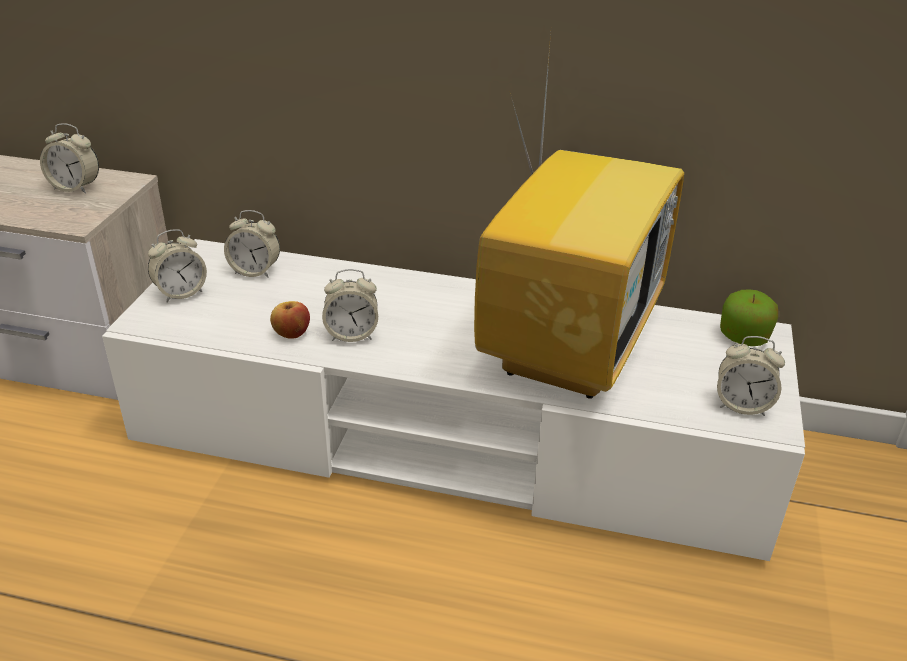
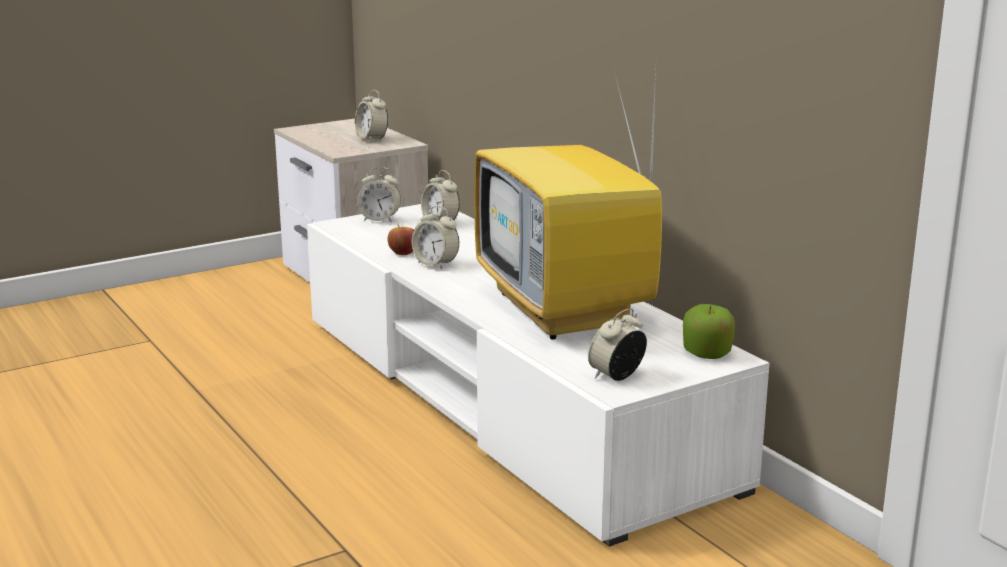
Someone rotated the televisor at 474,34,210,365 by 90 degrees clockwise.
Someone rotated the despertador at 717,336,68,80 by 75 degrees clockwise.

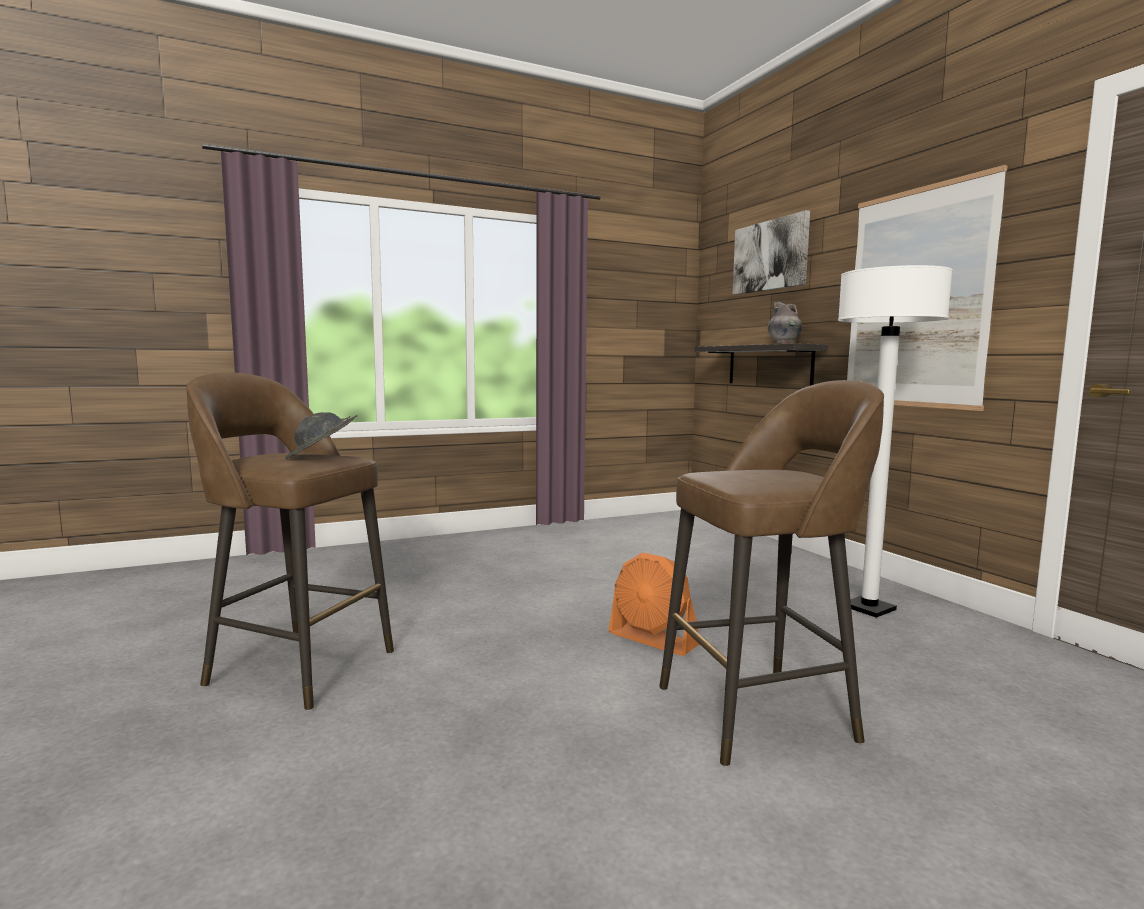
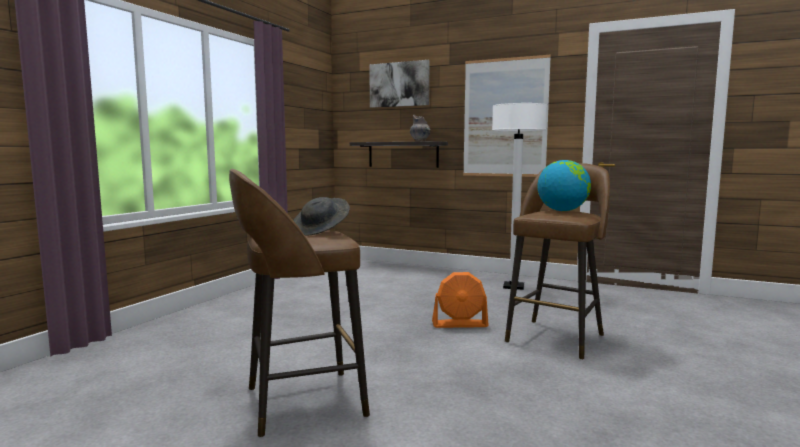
Someone put down the globo terráqueo at 537,160,54,51.

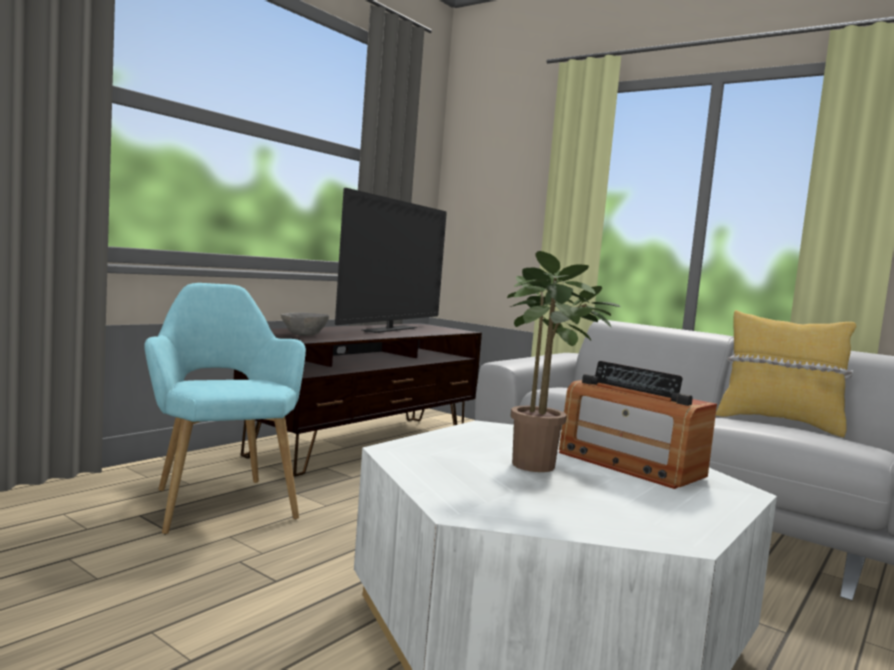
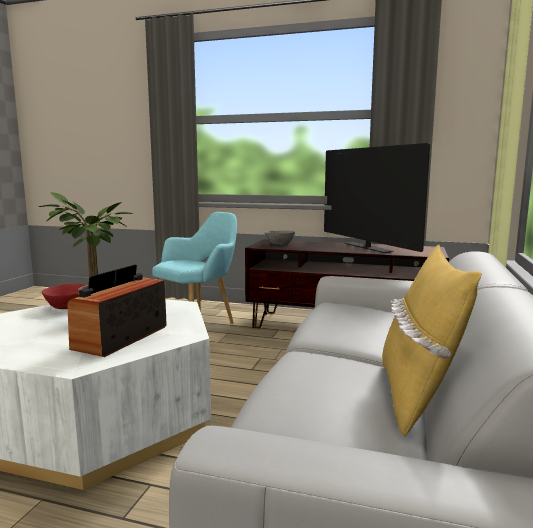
Someone put down the cuenco [rojo] at 42,284,44,25.
Someone rotated the televisor at 335,188,112,145 by 60 degrees clockwise.

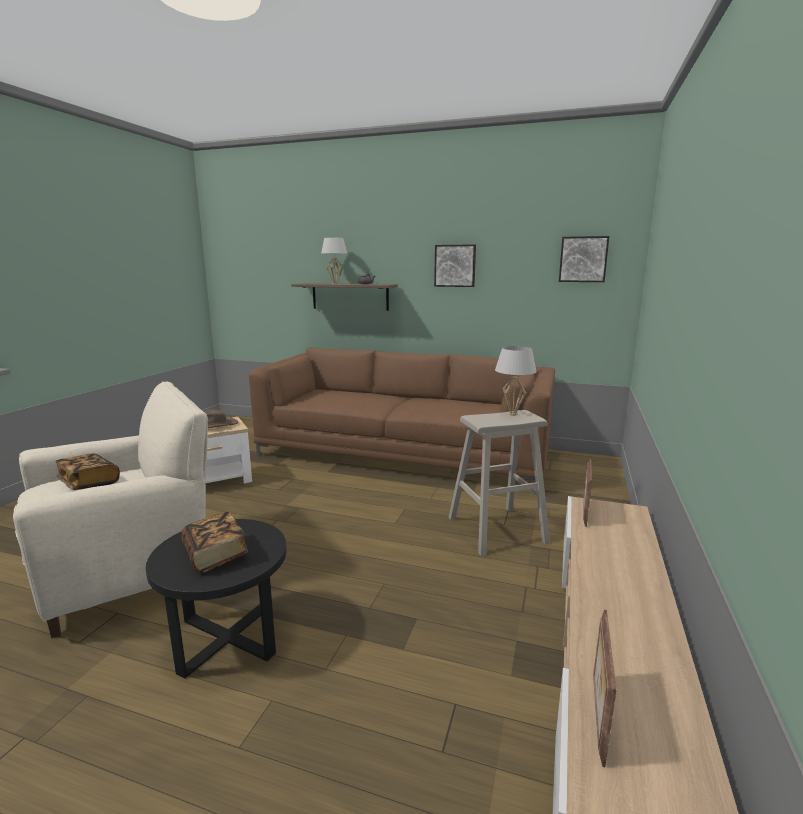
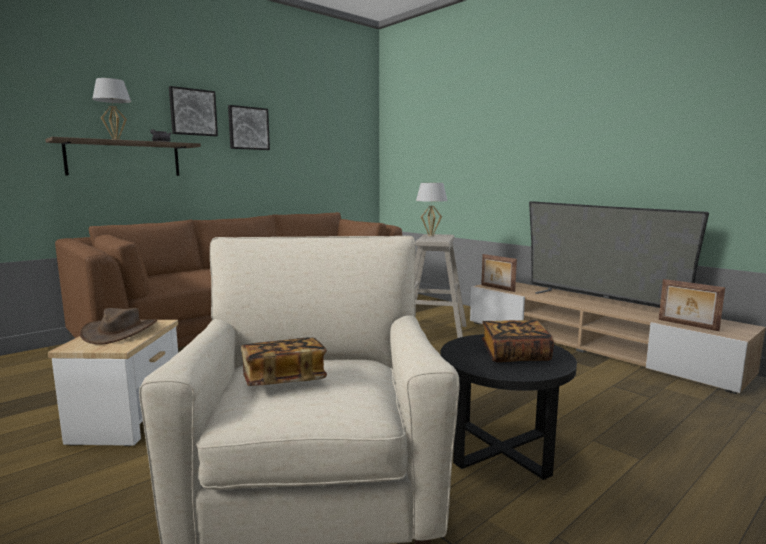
Someone put down the televisor at 529,201,180,107.
Someone carried the cuadro from 559,236,50,46 to 169,86,49,50.

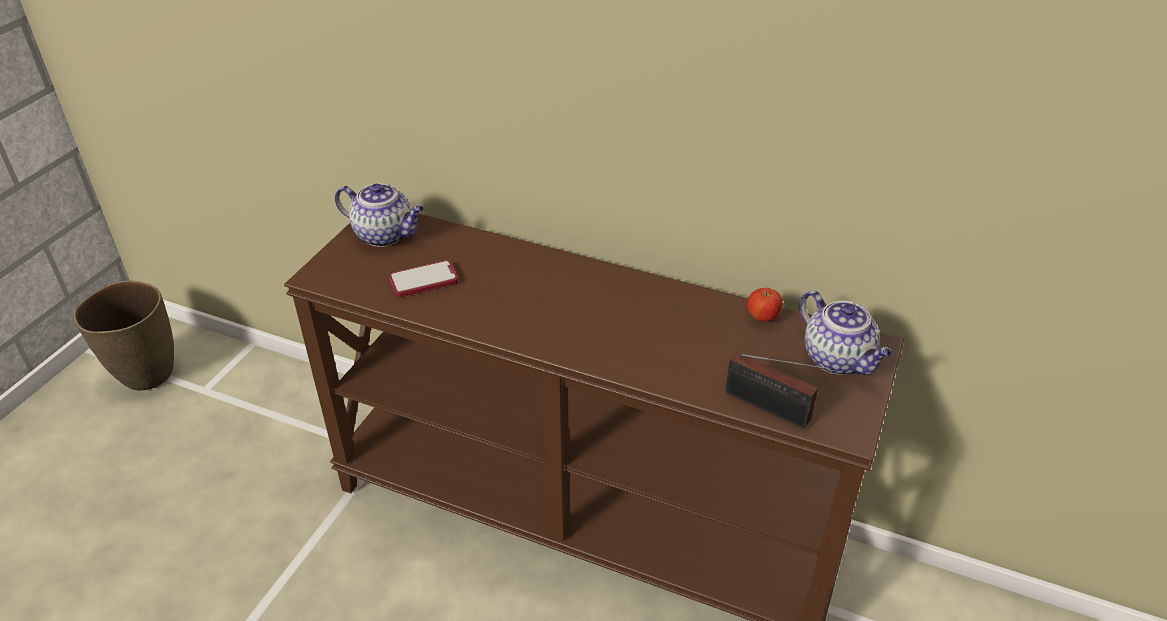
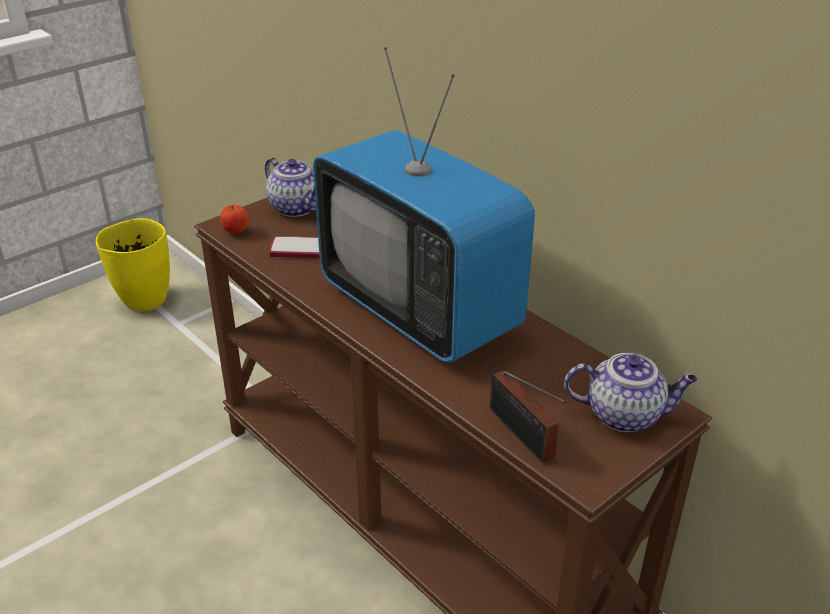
Someone put down the televisor at 313,47,222,316.
Someone carried the manzana from 747,288,35,34 to 220,205,30,29.
Someone repainted the florero [marrón] at 74,281,100,110, which became the florero [amarillo] at 96,218,74,93.
Someone rotated the tetera at 800,290,93,85 by 75 degrees counterclockwise.

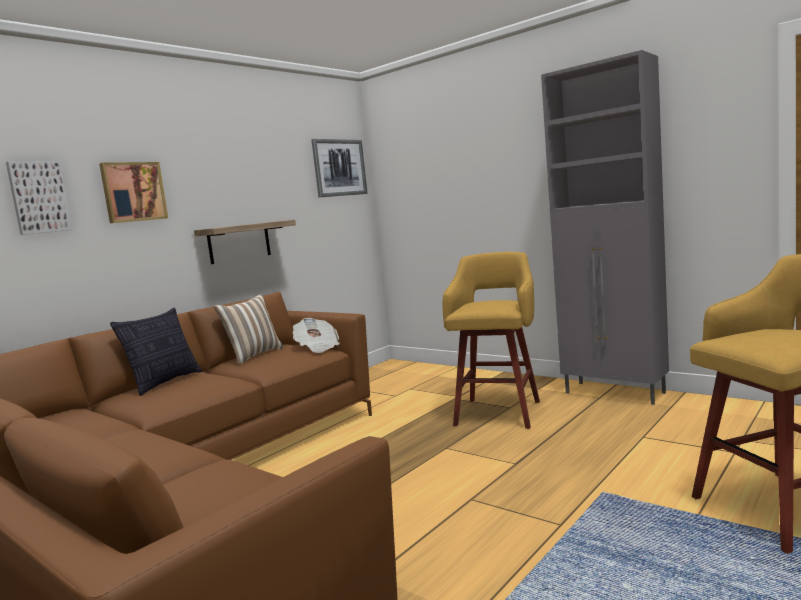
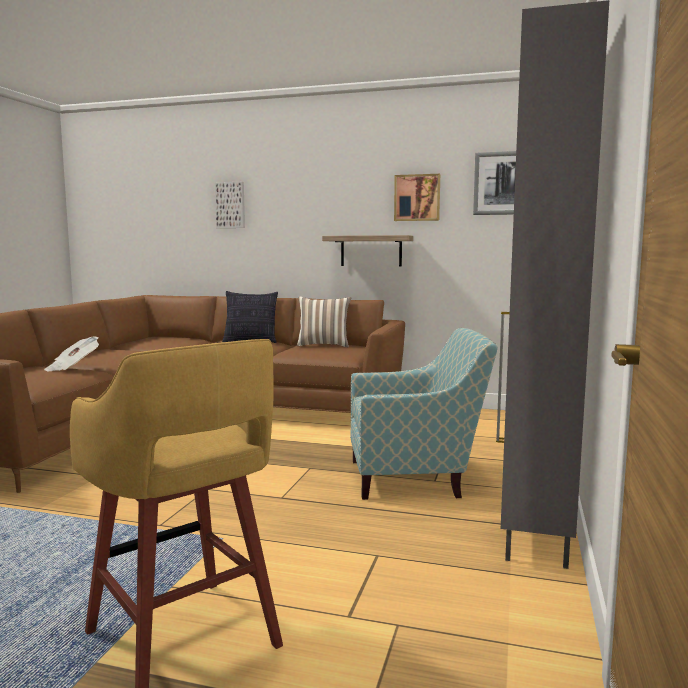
Someone carried the cuadro from 99,162,69,61 to 394,174,46,47.
Someone carried the periódico from 293,318,47,35 to 44,336,55,35.
Someone swapped the taburete [amarillo] at 442,252,98,177 for the sillón at 350,328,148,172.

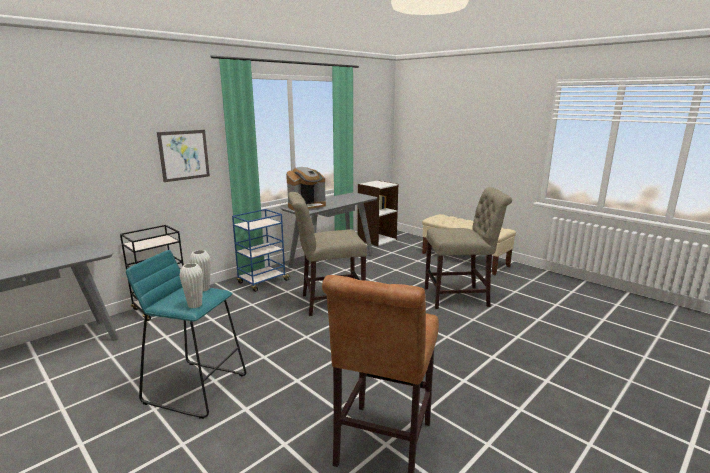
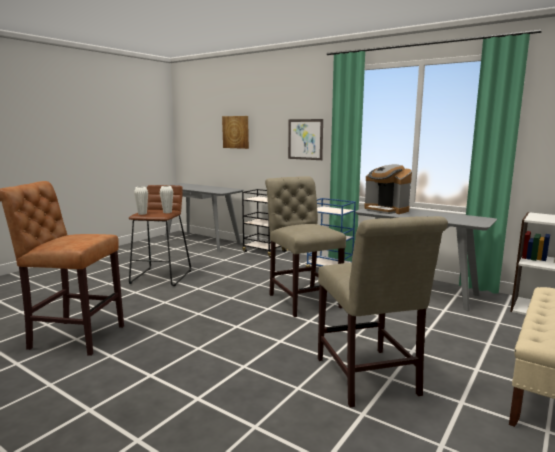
Someone put up the cuadro at 222,116,27,33.
Someone repainted the taburete [turquesa] at 126,250,120,169, which became the taburete [marrón] at 129,185,62,101.

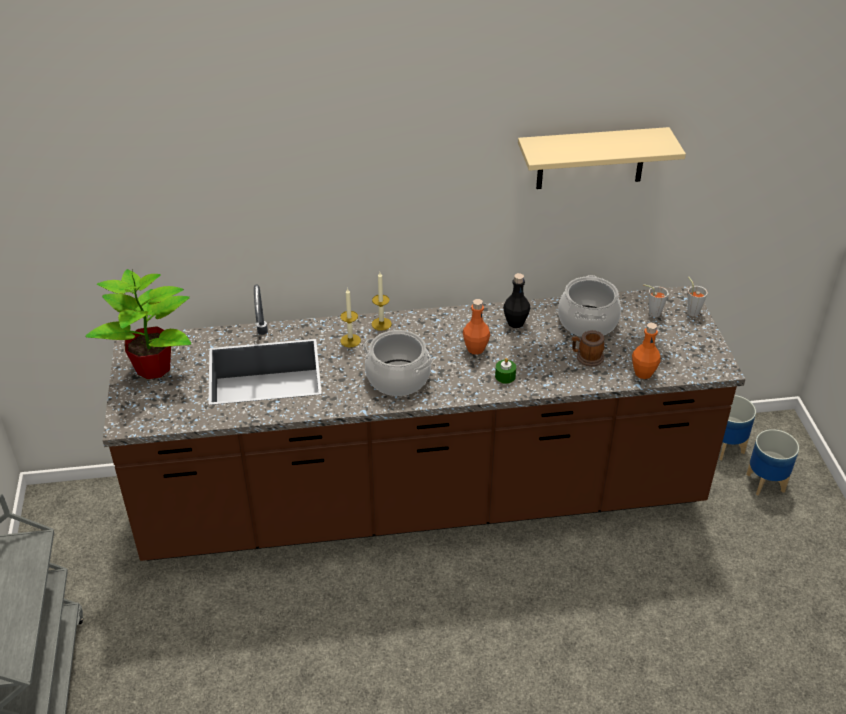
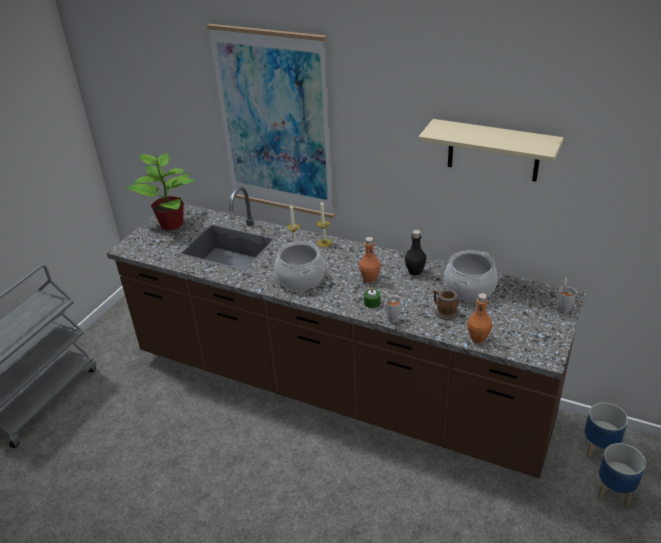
Someone put up the cuadro at 207,24,128,194.
Someone carried the taza [gris] from 643,284,25,33 to 382,290,20,33.

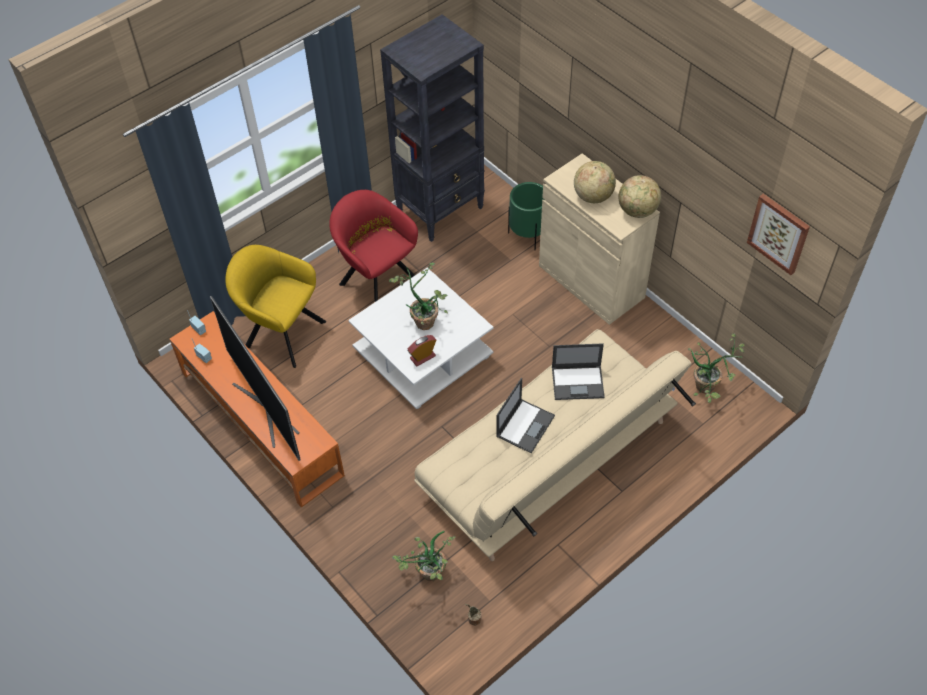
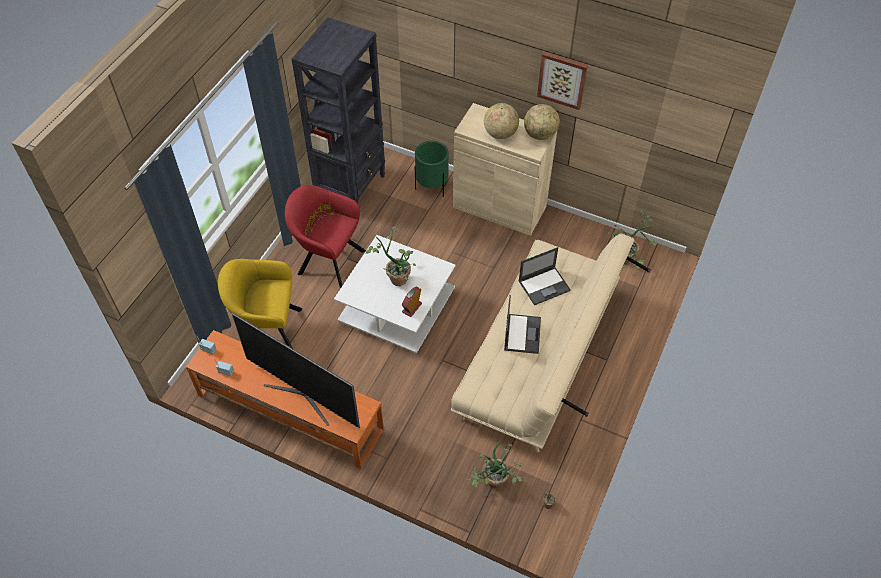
Someone carried the cuadro from 747,194,63,81 to 537,52,51,58.

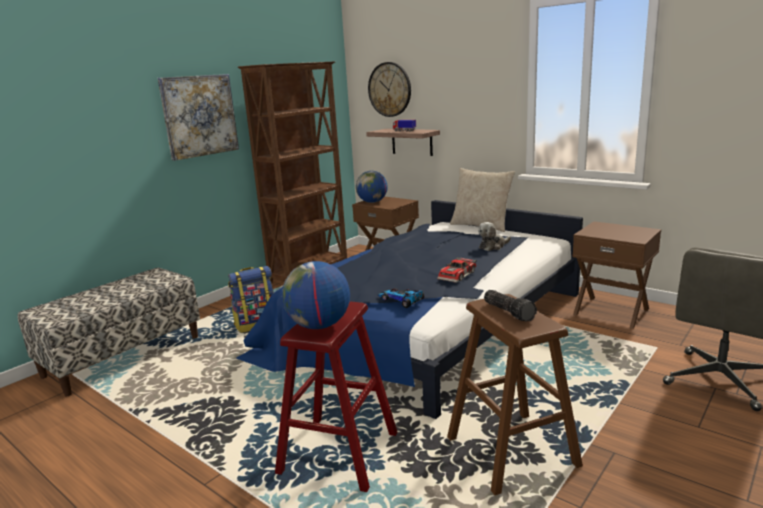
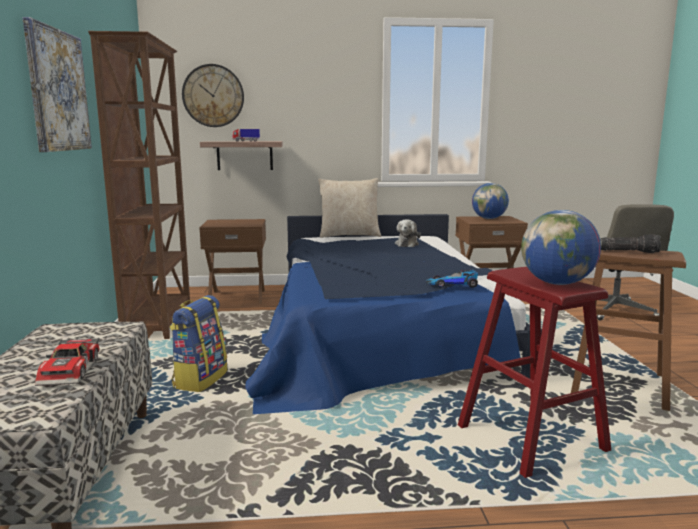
Someone carried the globo terráqueo from 356,171,32,32 to 472,183,37,36.
Someone carried the coche de juguete from 437,257,40,26 to 35,337,65,49.

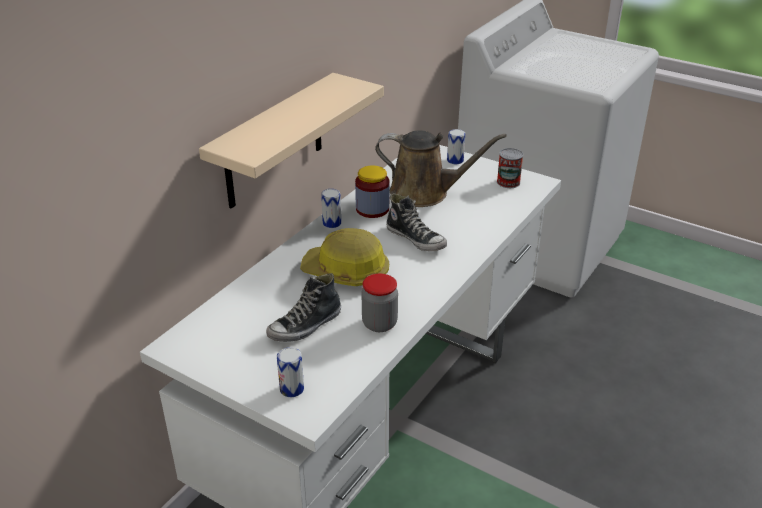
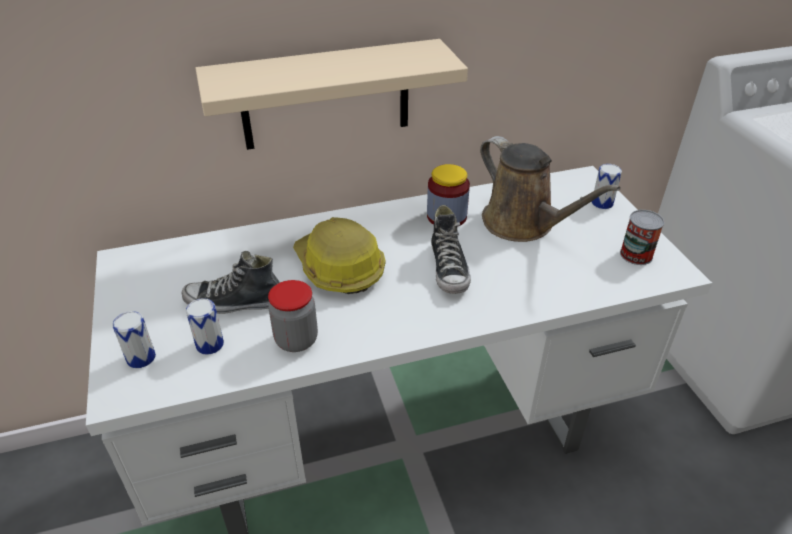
Someone carried the lata from 321,189,20,39 to 186,298,38,57.

